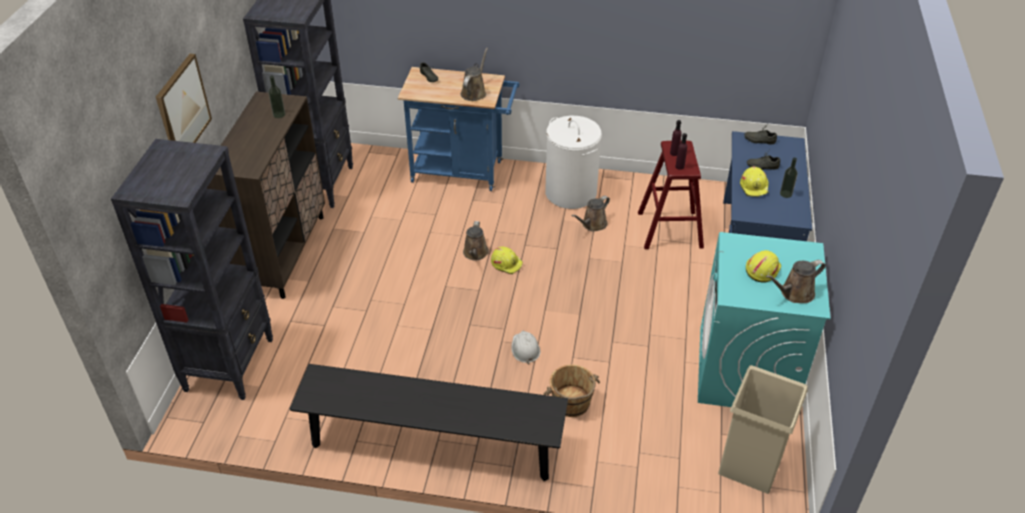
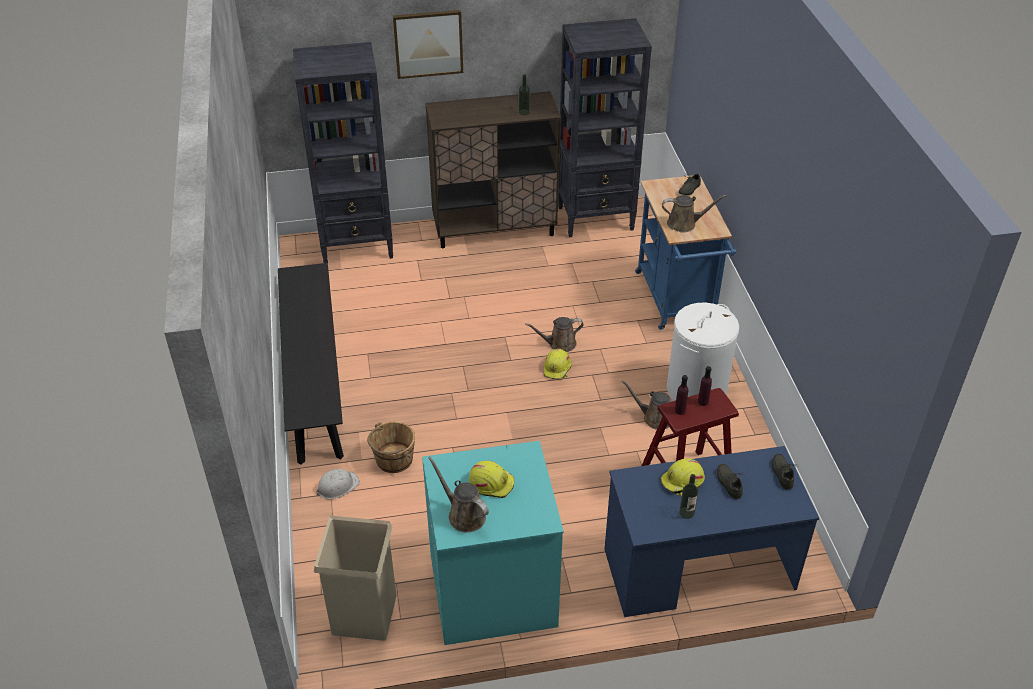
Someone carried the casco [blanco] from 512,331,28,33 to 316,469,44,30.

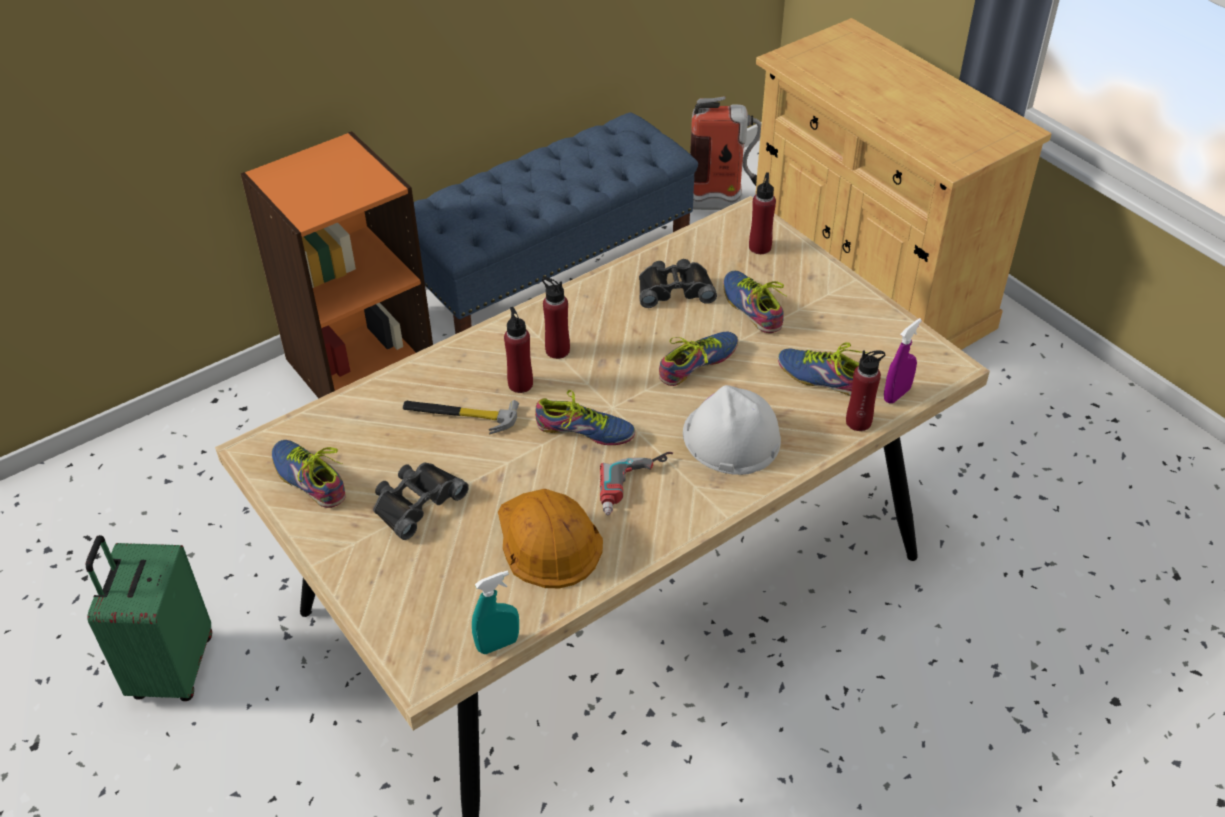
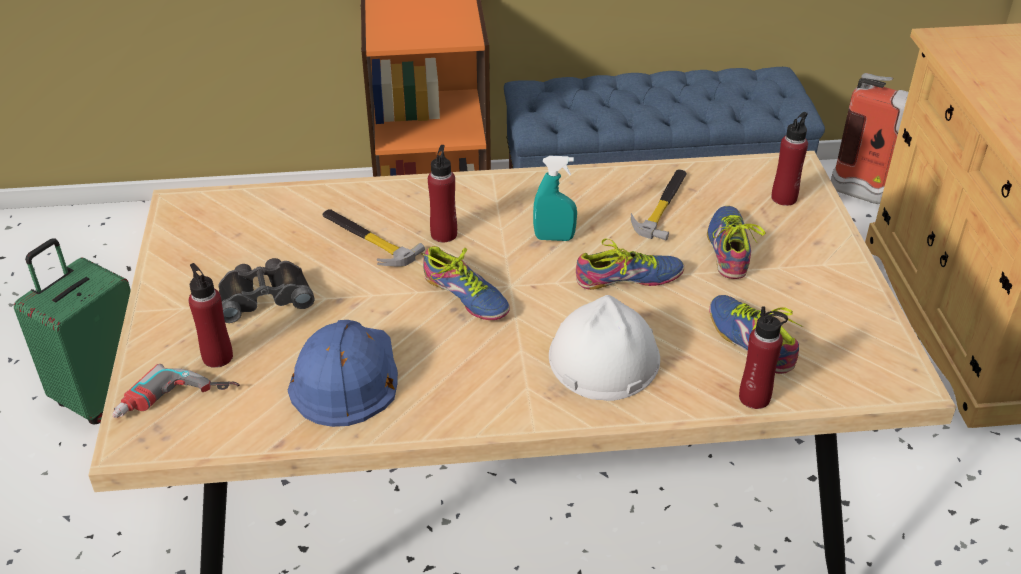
Someone took away the zapato at 272,440,73,68.
Someone took away the pulverizador [morado] at 884,318,38,85.
Someone carried the pulverizador [turquesa] from 472,571,47,83 to 533,156,44,85.
Someone carried the botella [rojo] from 542,277,28,82 to 189,263,44,105.
Someone carried the taladro from 600,452,73,63 to 112,364,128,54.
Someone swapped the prismáticos [negro] at 639,259,78,49 for the martillo at 631,169,56,71.
Someone repainted the casco [naranja] at 498,489,105,99, which became the casco [azul] at 288,320,110,107.

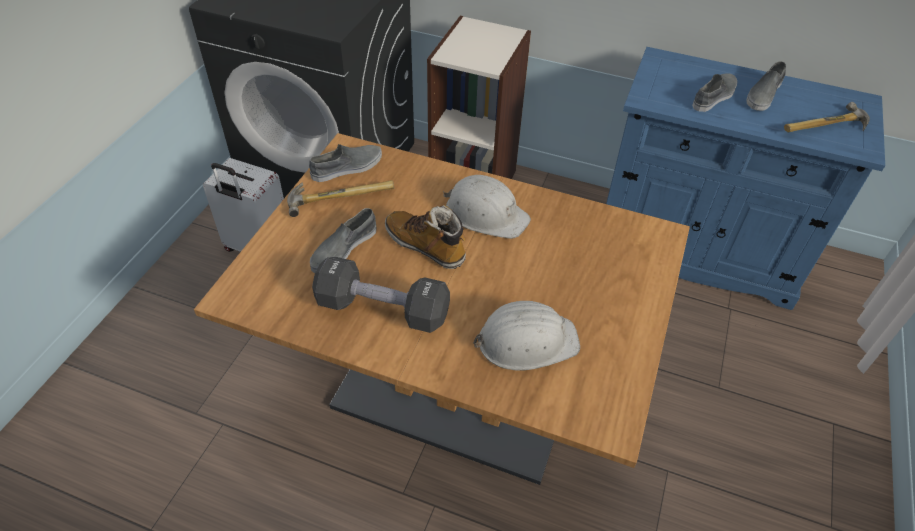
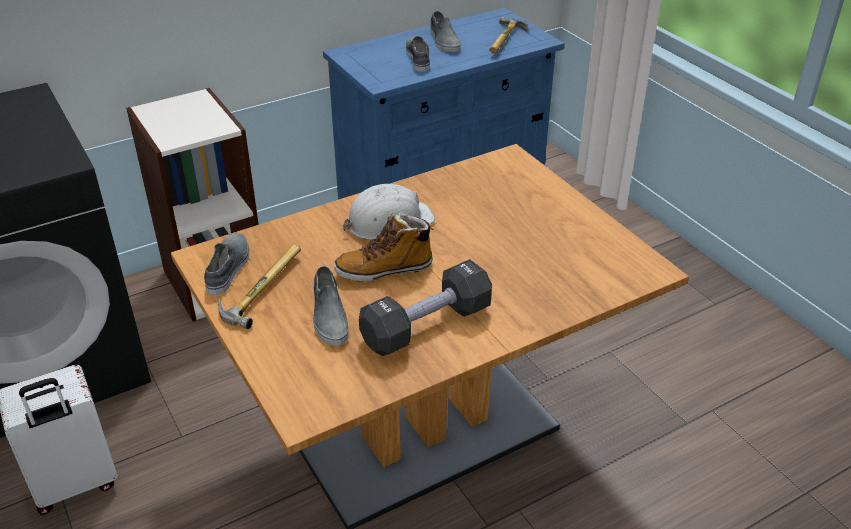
Someone took away the casco [blanco] at 473,301,107,70.

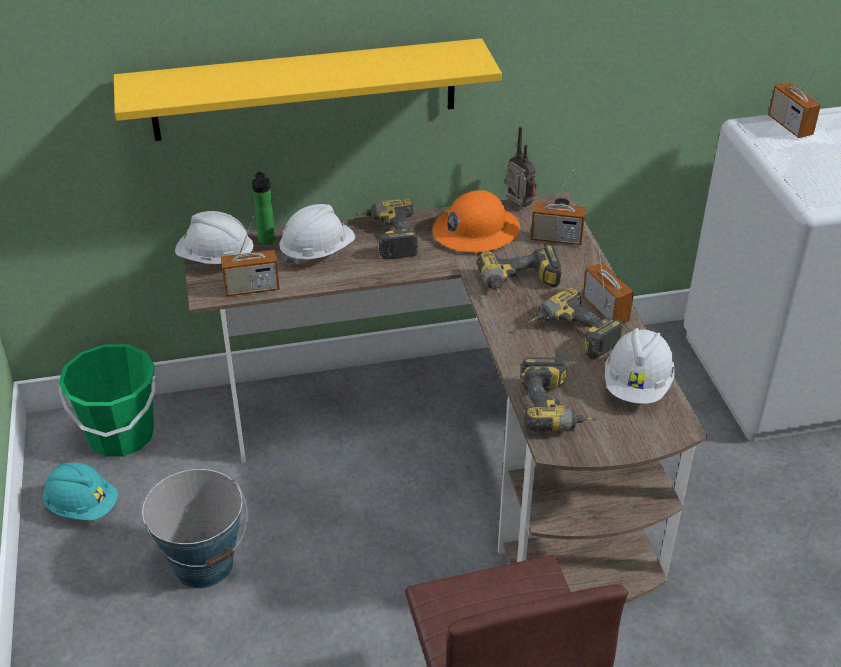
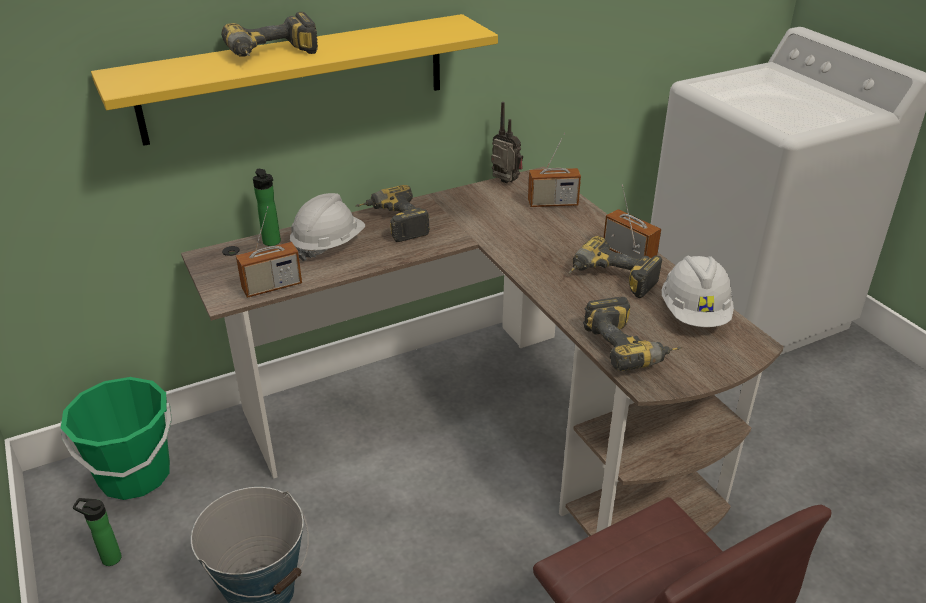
Someone took away the casco [blanco] at 175,211,79,53.
Someone took away the casco [naranja] at 432,190,88,63.
Someone took away the radio at 768,61,54,77.
Someone carried the taladro from 477,244,85,52 to 221,12,97,45.
Someone swapped the casco [turquesa] at 43,463,75,58 for the botella at 73,498,49,68.

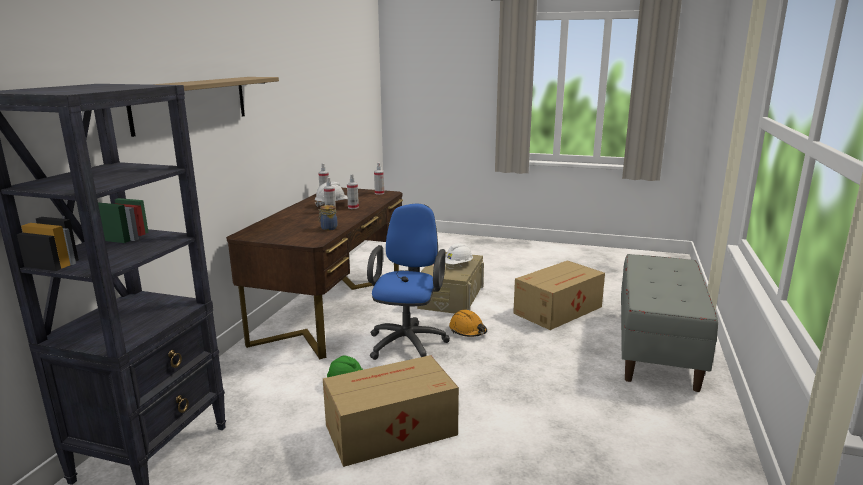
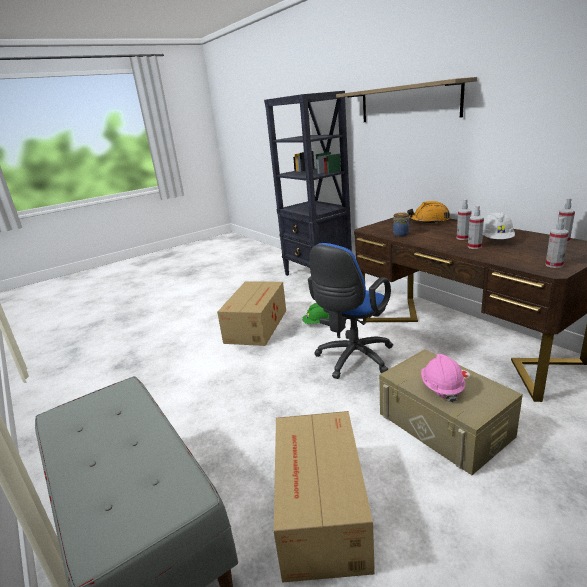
Someone carried the casco [naranja] from 449,310,38,27 to 407,201,43,23.
Someone repainted the casco [blanco] at 445,243,28,21, which became the casco [rosa] at 421,354,44,48.
Someone rotated the silla de oficina [azul] at 367,204,83,156 by 75 degrees clockwise.

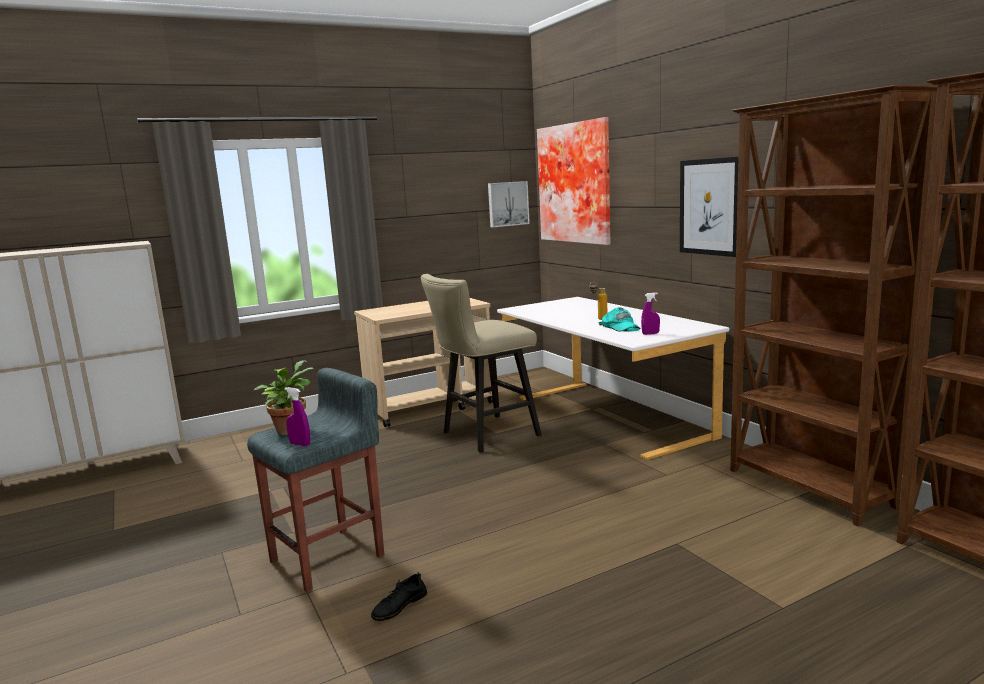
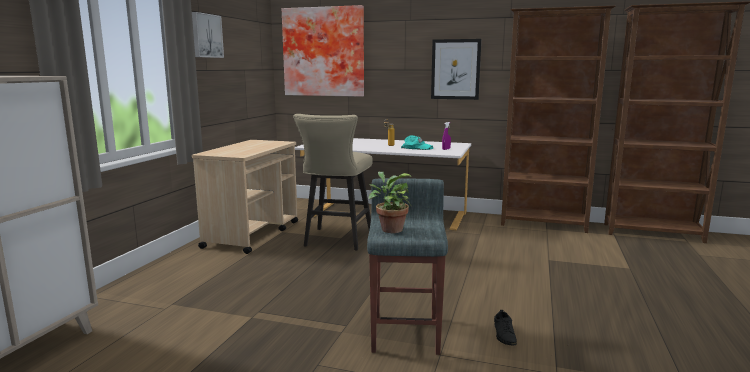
Someone took away the pulverizador [morado] at 284,387,26,59.
Someone carried the cuadro from 488,181,42,46 to 192,12,32,46.

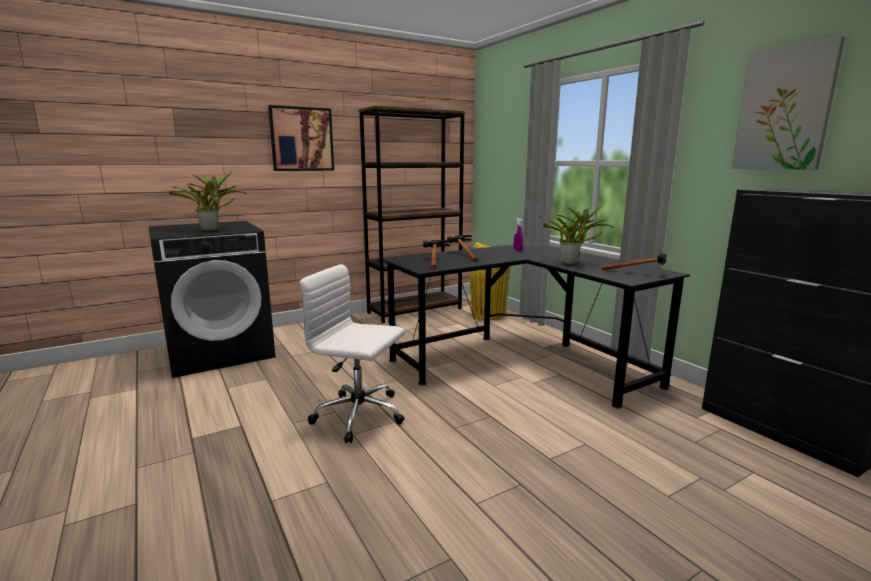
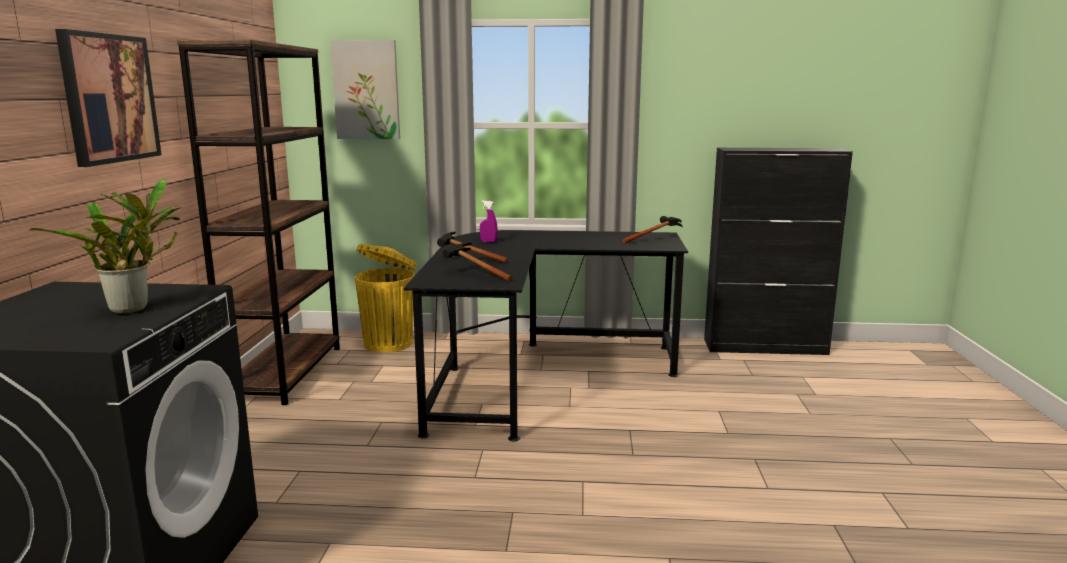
Someone took away the silla de oficina [blanco] at 300,264,105,179.
Someone took away the planta en maceta at 541,205,73,60.
Someone carried the cuadro from 732,36,113,134 to 330,40,70,99.

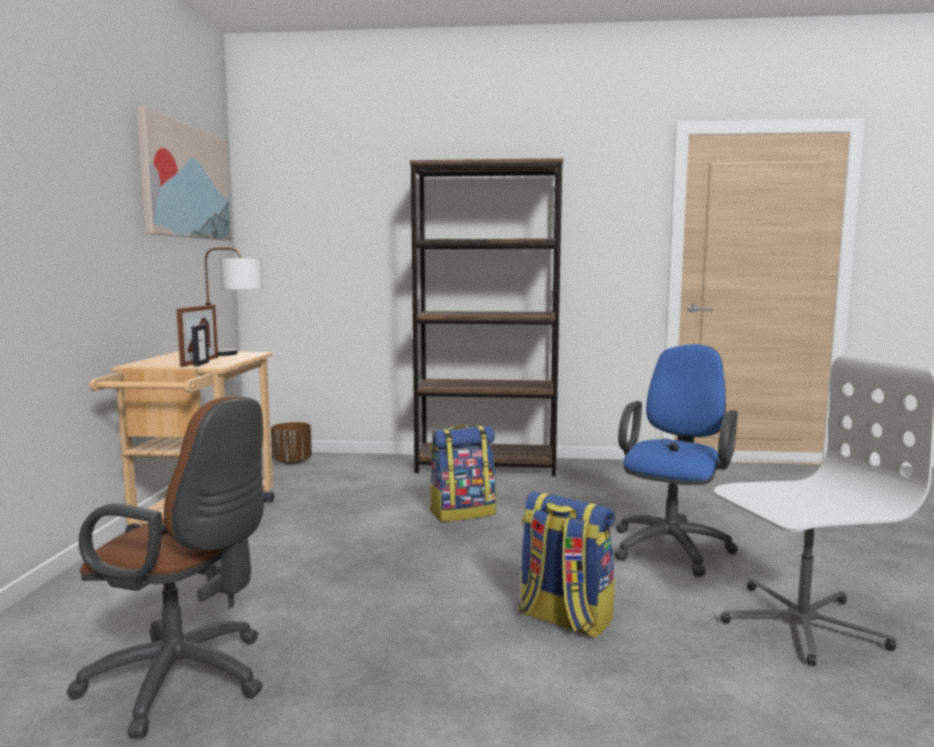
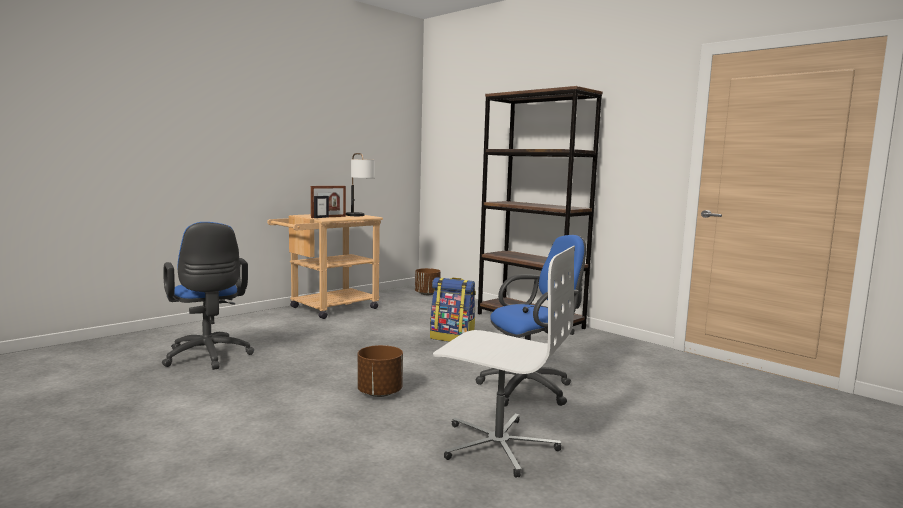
Someone took away the cuadro at 136,106,95,134.
Someone swapped the mochila at 519,491,96,147 for the maceta [marrón] at 357,345,46,52.
Someone repainted the silla de oficina [marrón] at 67,396,197,342, which became the silla de oficina [azul] at 162,222,92,148.

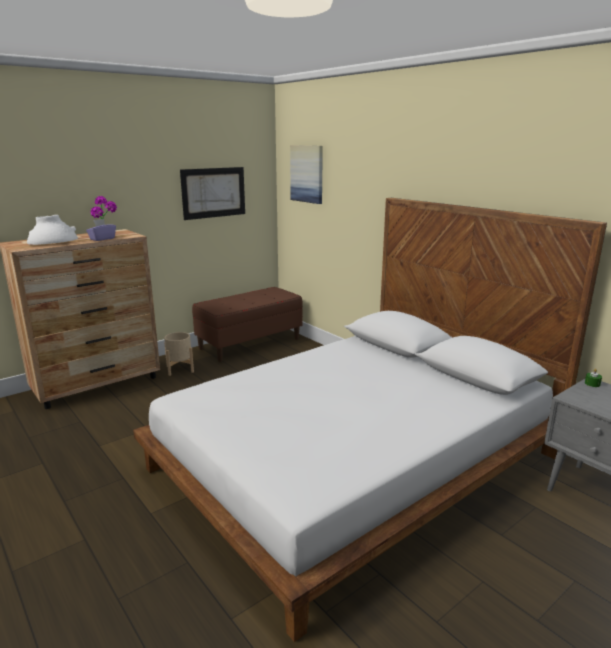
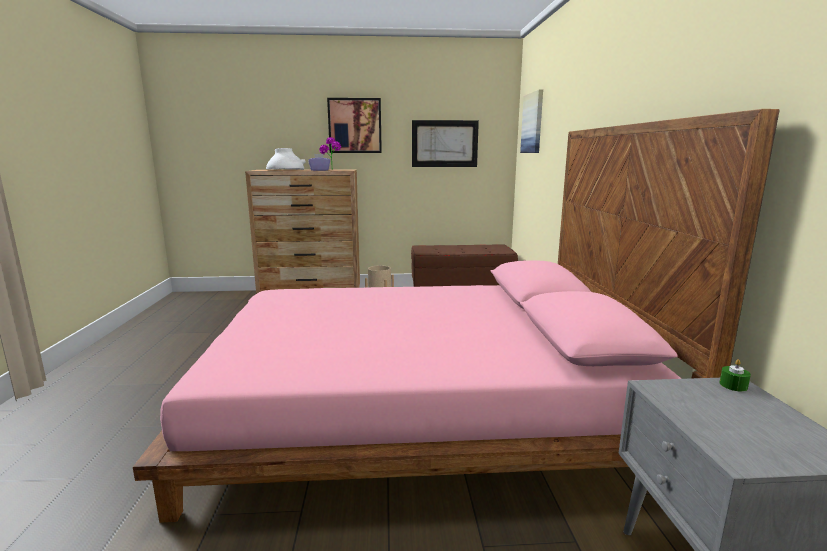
Someone put up the cuadro at 327,98,55,55.
Someone repainted the cama [blanco] at 133,198,474,444, which became the cama [rosa] at 133,109,647,414.

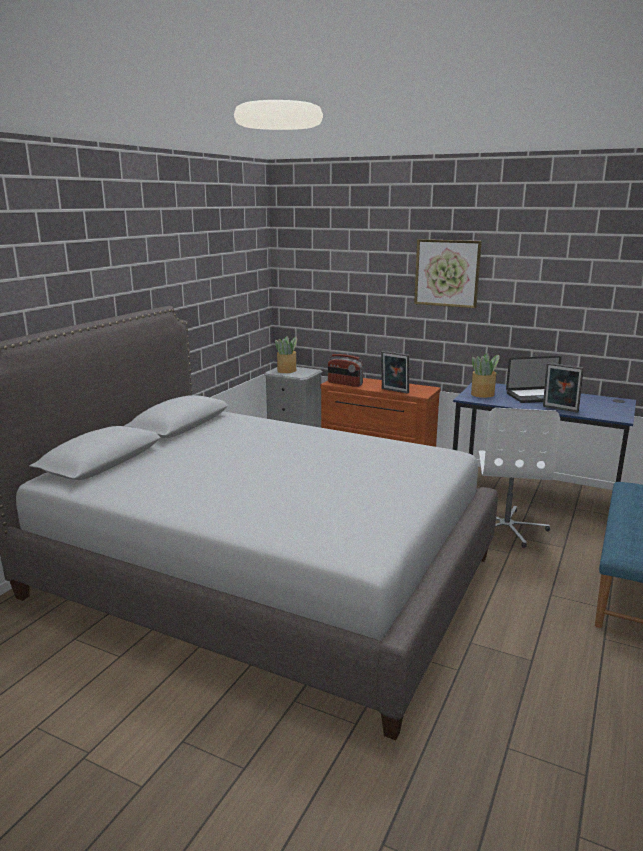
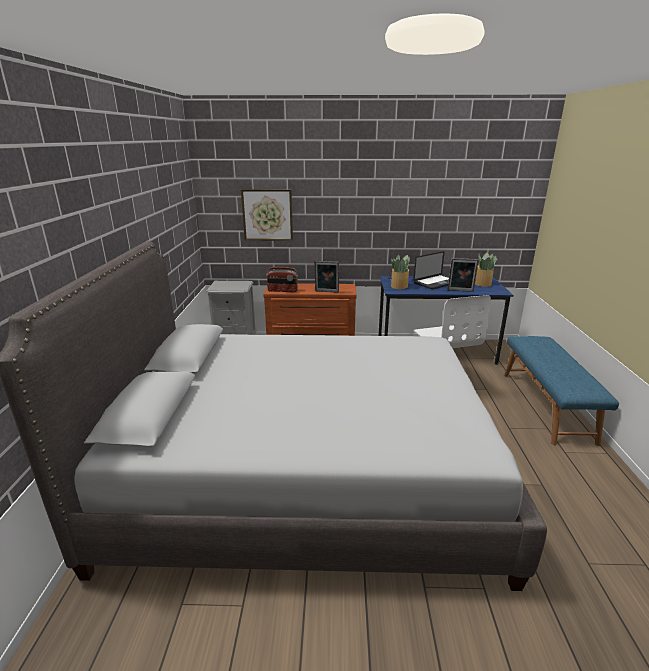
Someone carried the planta en maceta from 275,336,22,37 to 475,253,23,34.
Someone carried the cuadro from 414,239,68,69 to 241,189,52,52.

